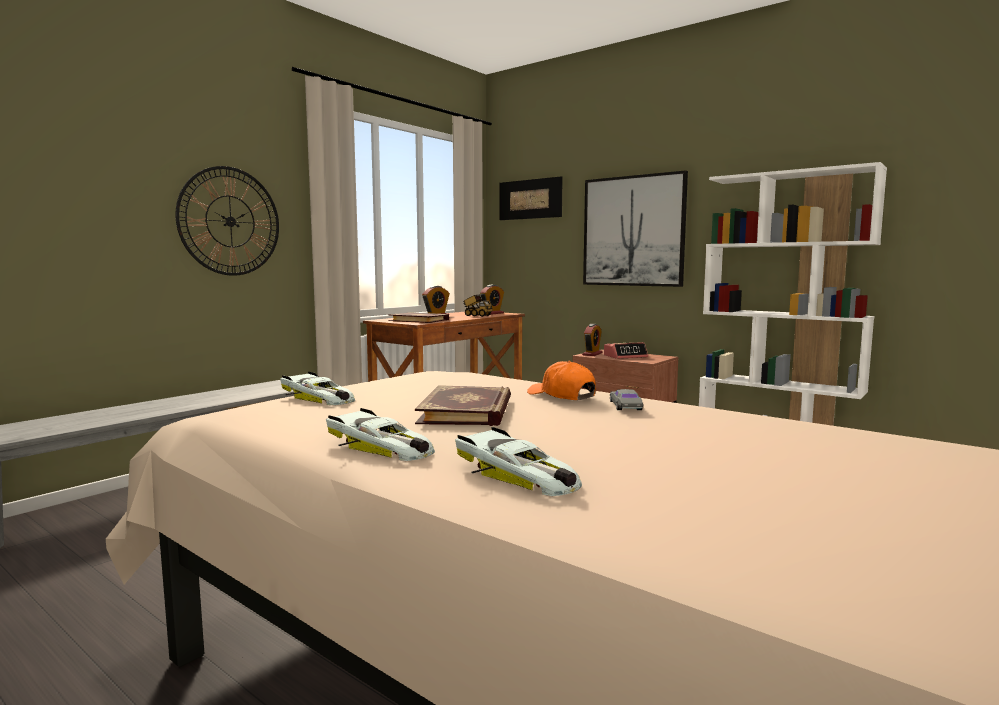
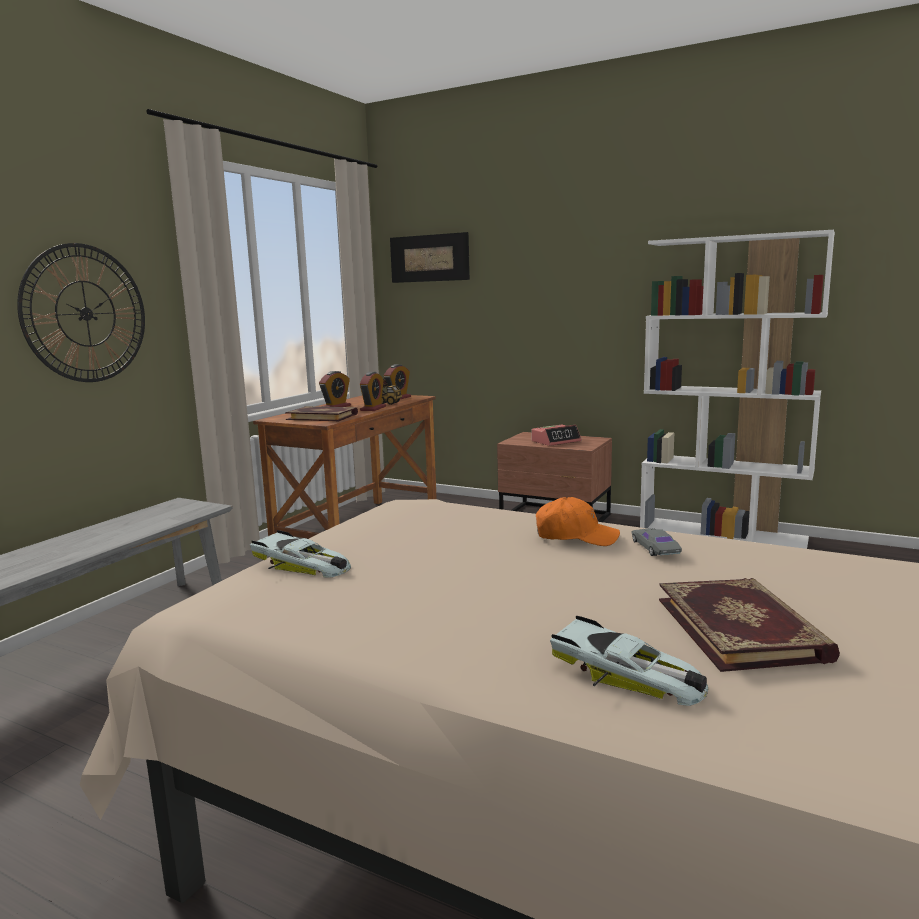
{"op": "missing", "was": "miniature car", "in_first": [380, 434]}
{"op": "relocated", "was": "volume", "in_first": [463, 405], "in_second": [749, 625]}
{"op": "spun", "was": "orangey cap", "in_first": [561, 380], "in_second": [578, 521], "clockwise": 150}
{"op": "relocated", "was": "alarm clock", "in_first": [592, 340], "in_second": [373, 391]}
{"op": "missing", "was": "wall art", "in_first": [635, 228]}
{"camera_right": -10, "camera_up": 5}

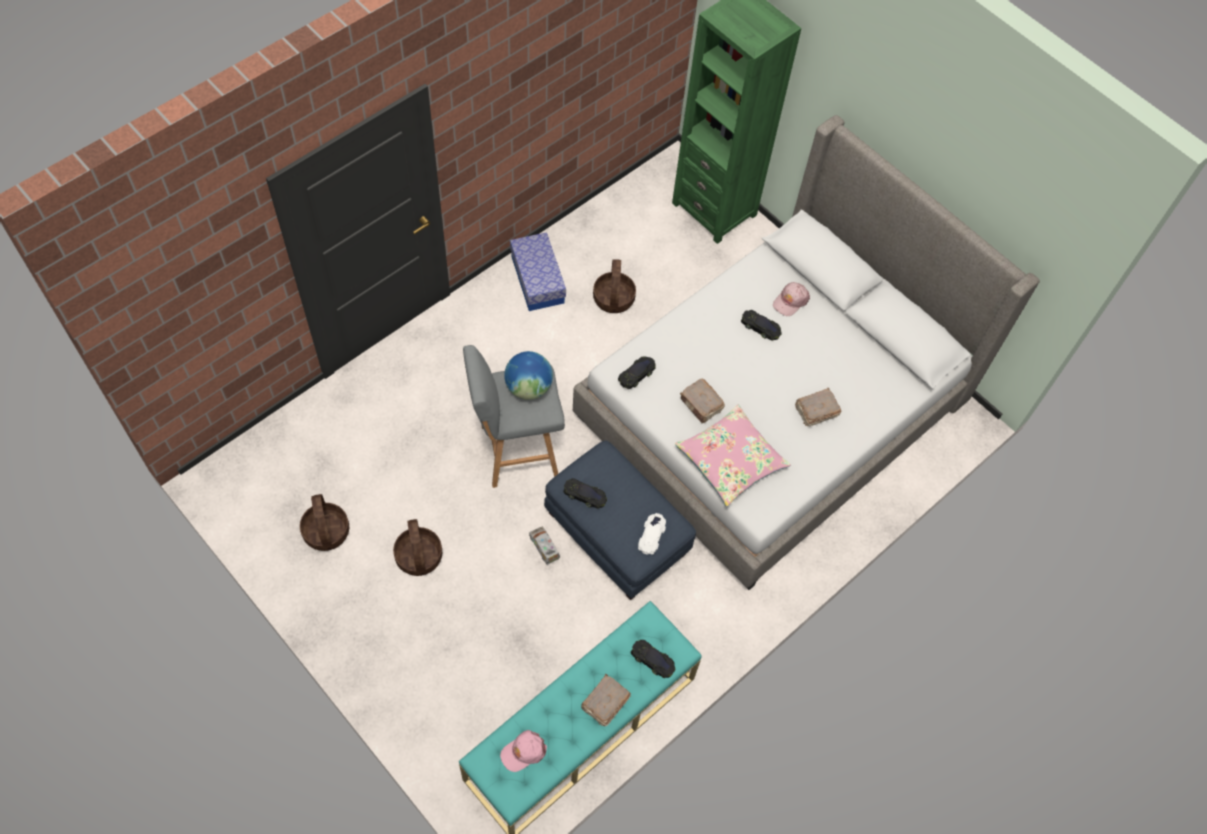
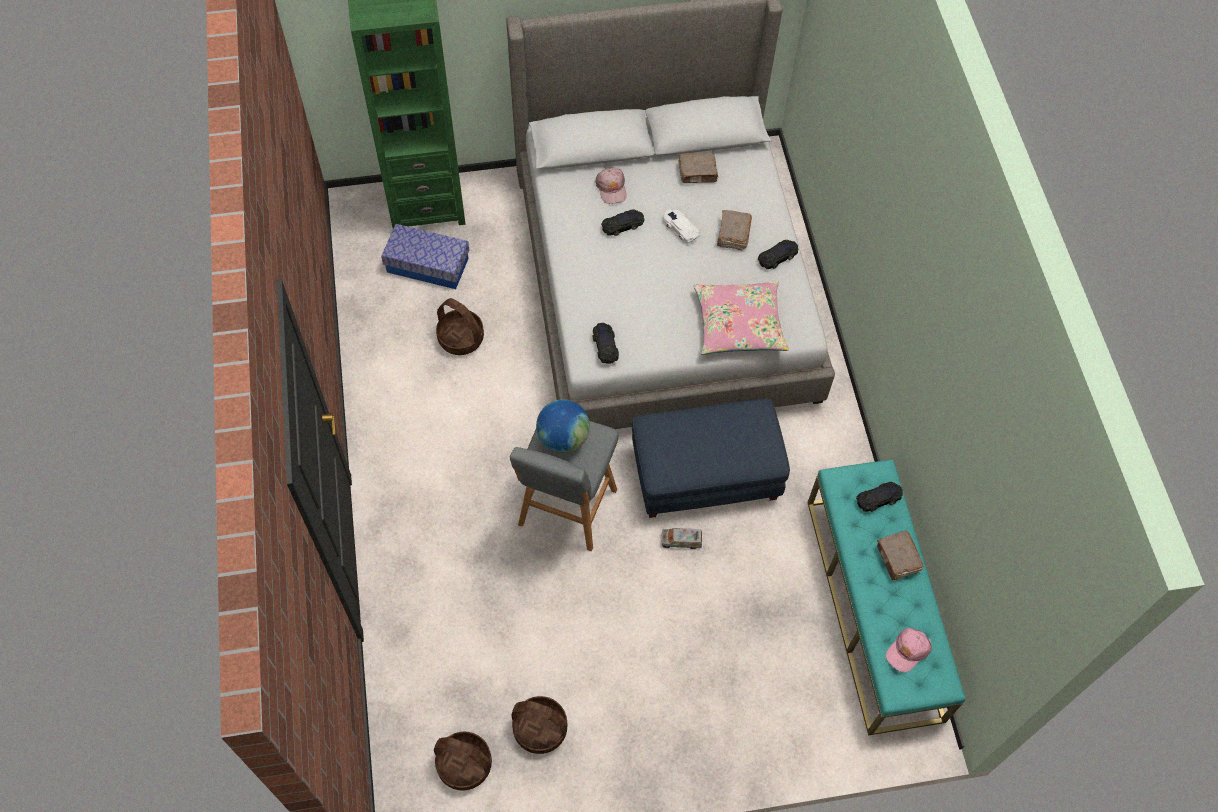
{"op": "relocated", "was": "basket", "in_first": [417, 547], "in_second": [463, 761]}
{"op": "spun", "was": "pink-coloured cap", "in_first": [523, 751], "in_second": [909, 650], "clockwise": 45}
{"op": "relocated", "was": "storage bin", "in_first": [538, 271], "in_second": [425, 256]}
{"op": "relocated", "was": "black miniature car", "in_first": [585, 493], "in_second": [778, 254]}
{"op": "relocated", "was": "white miniature car", "in_first": [652, 534], "in_second": [681, 226]}
{"op": "relocated", "was": "brownish volume", "in_first": [702, 400], "in_second": [698, 168]}
{"camera_right": -55, "camera_up": 0}

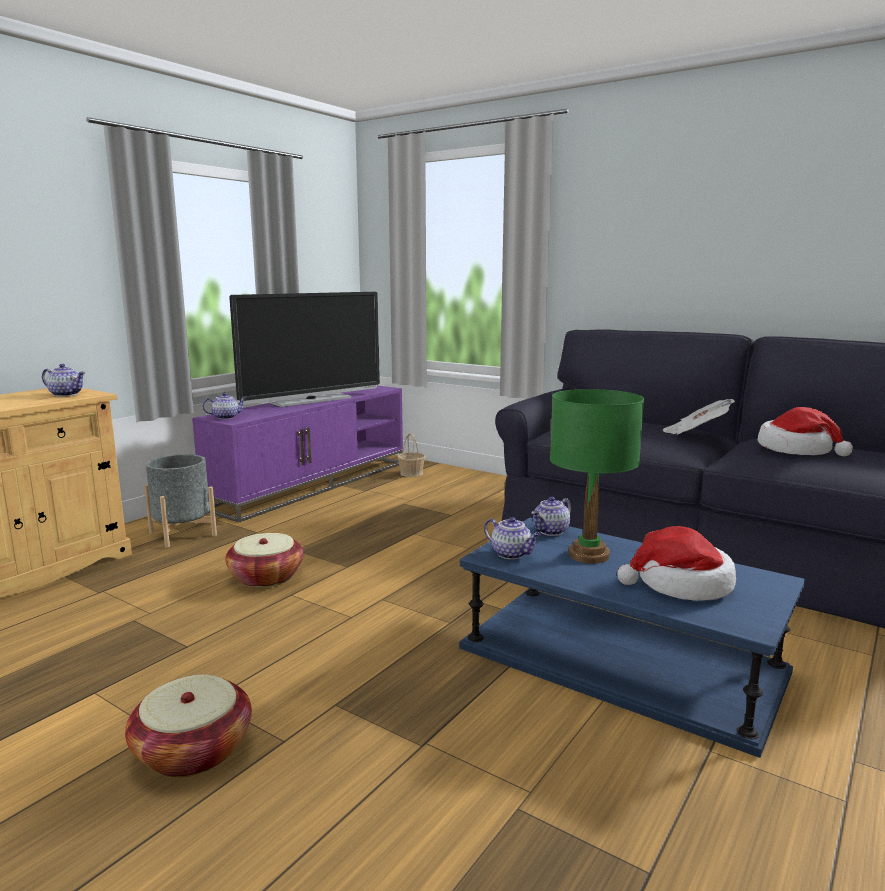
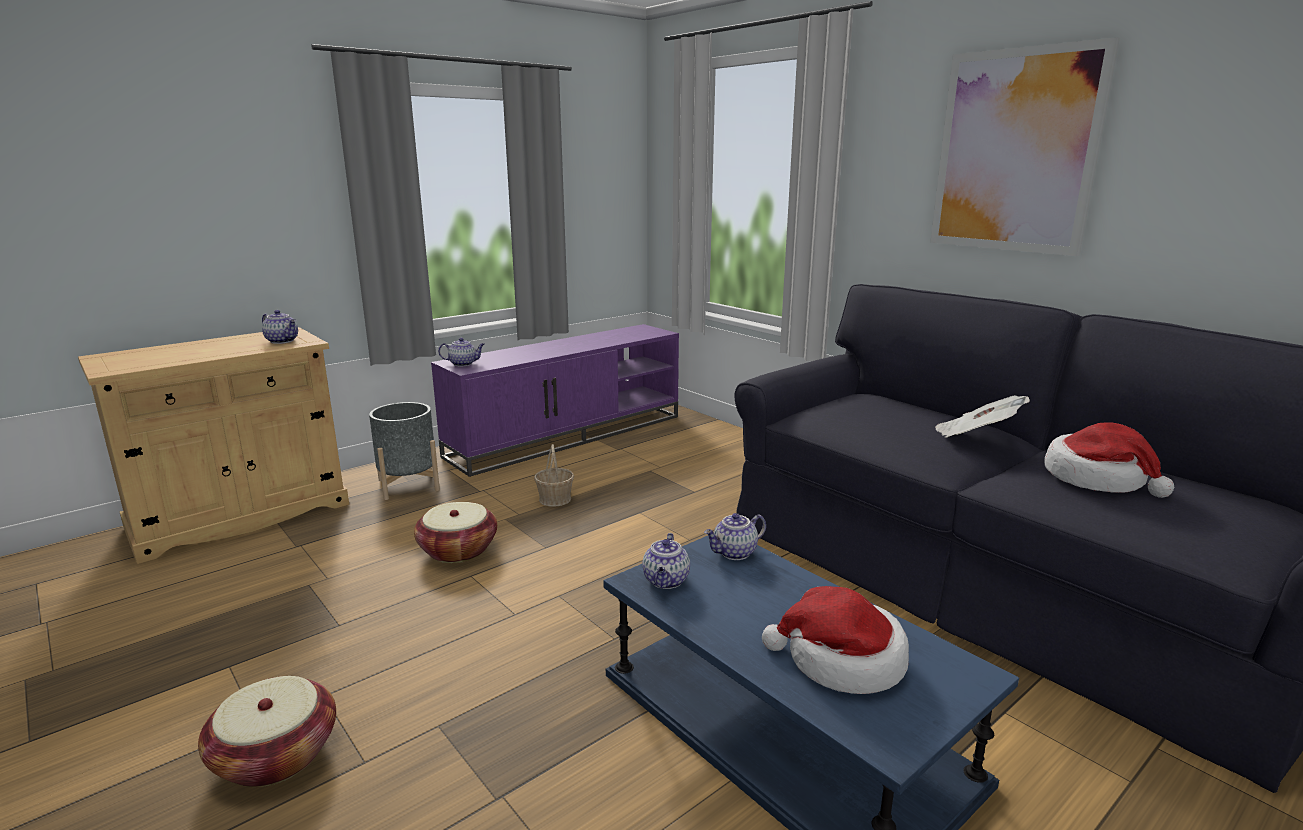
{"op": "missing", "was": "TV", "in_first": [304, 349]}
{"op": "relocated", "was": "basket", "in_first": [411, 455], "in_second": [554, 475]}
{"op": "spun", "was": "teapot", "in_first": [512, 538], "in_second": [666, 561], "clockwise": 45}
{"op": "missing", "was": "greenish lamp for a table", "in_first": [597, 476]}
{"op": "appeared", "now": "wall art", "in_second": [1025, 146]}
{"camera_right": 15, "camera_up": 5}

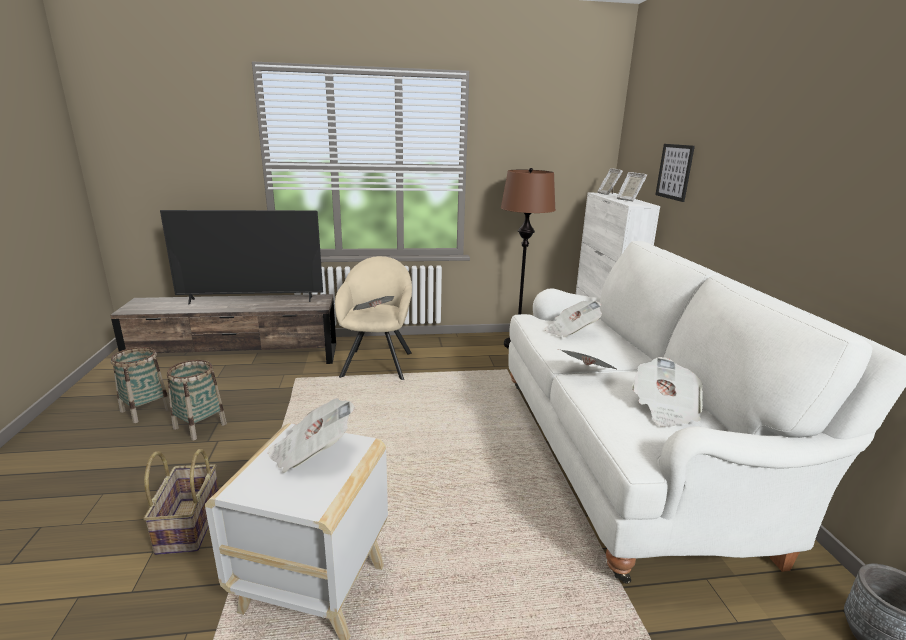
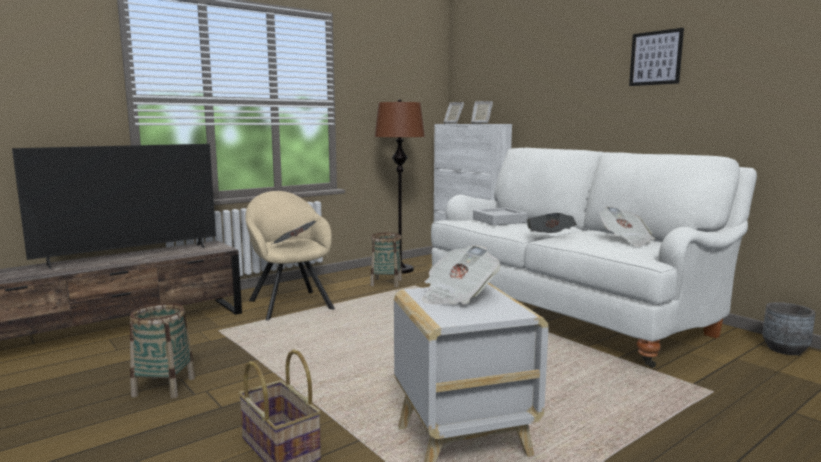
{"op": "relocated", "was": "basket", "in_first": [141, 385], "in_second": [386, 260]}
{"op": "exchanged", "was": "daily paper", "now": "greyish tray", "in_first": [573, 319], "in_second": [500, 216]}
{"op": "relocated", "was": "wall art", "in_first": [675, 173], "in_second": [656, 57]}
{"camera_right": -30, "camera_up": -10}

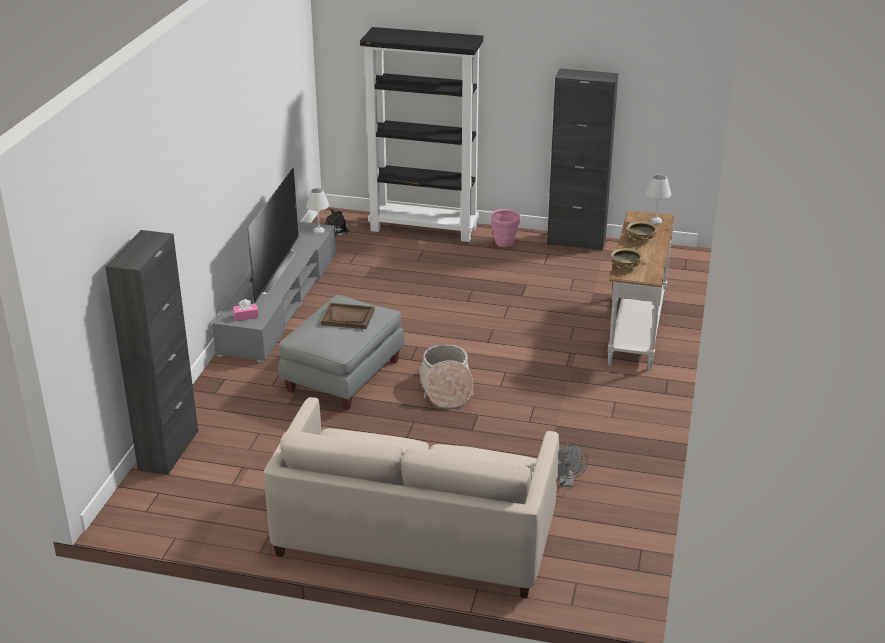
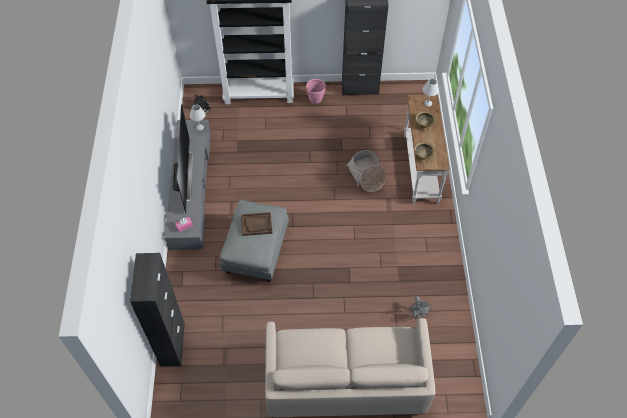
{"op": "relocated", "was": "basket", "in_first": [445, 376], "in_second": [366, 171]}
{"camera_right": -15, "camera_up": 25}

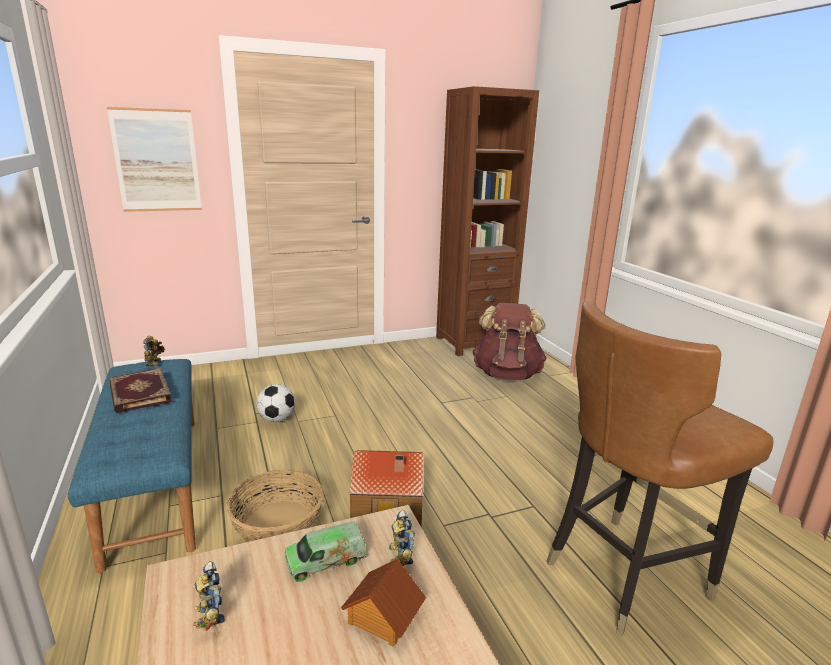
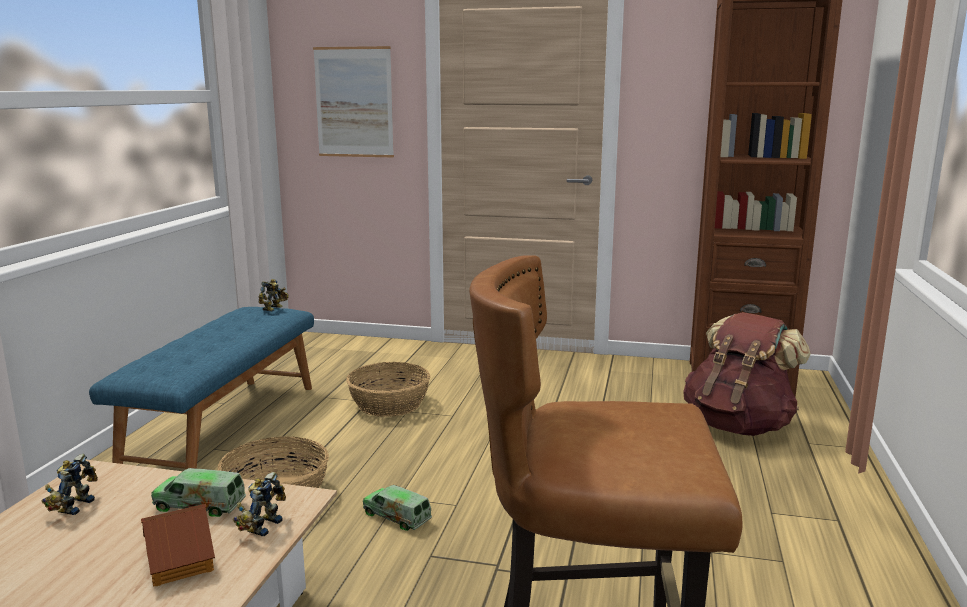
{"op": "missing", "was": "volume", "in_first": [140, 390]}
{"op": "exchanged", "was": "football", "now": "basket", "in_first": [275, 403], "in_second": [388, 389]}
{"op": "exchanged", "was": "toy house", "now": "toy lorry", "in_first": [386, 488], "in_second": [397, 508]}
{"camera_right": 35, "camera_up": -5}

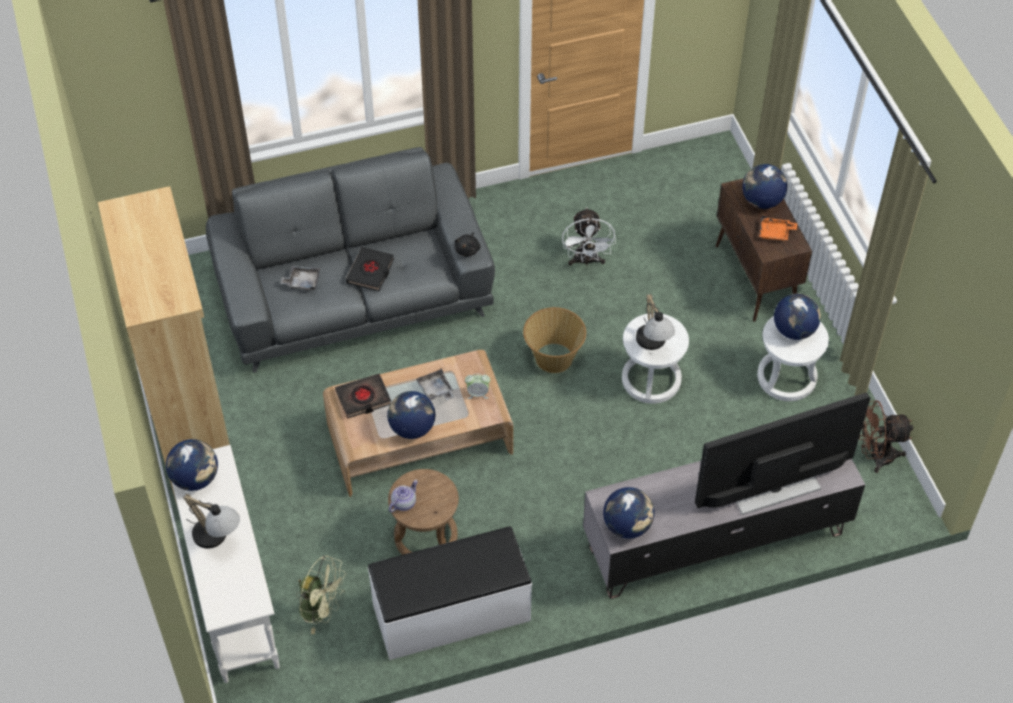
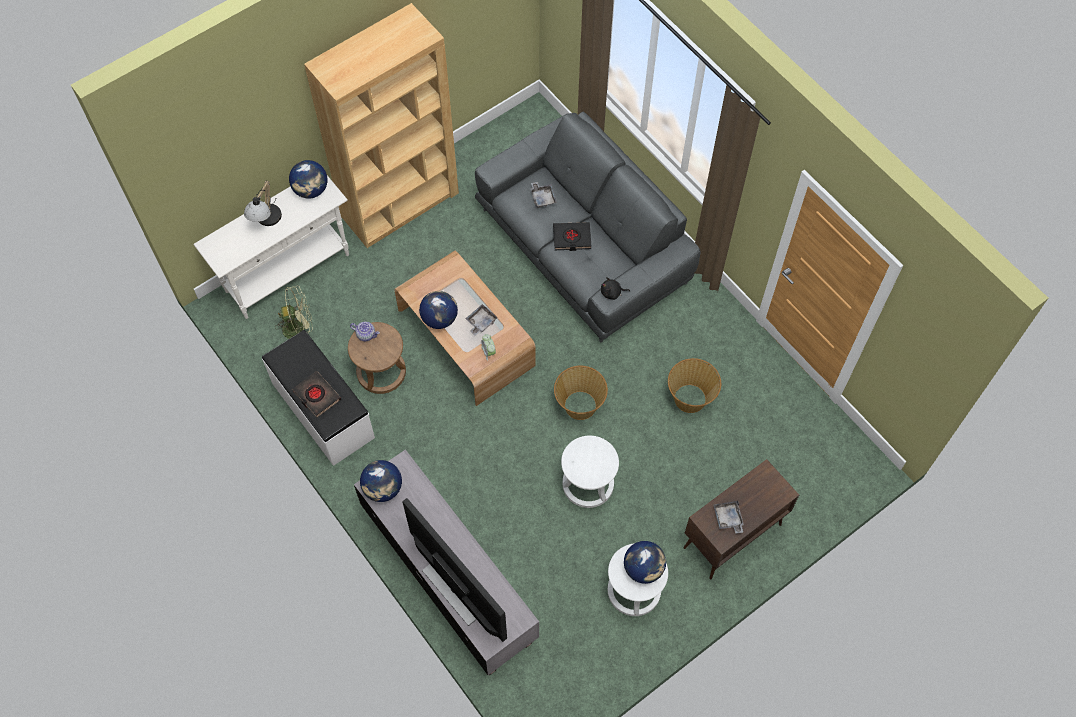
{"op": "spun", "was": "greenish cooling fan", "in_first": [321, 594], "in_second": [293, 312], "clockwise": -105}
{"op": "relocated", "was": "black volume", "in_first": [363, 396], "in_second": [316, 394]}
{"op": "exchanged", "was": "white cooling fan", "now": "basket", "in_first": [589, 237], "in_second": [694, 385]}
{"op": "missing", "was": "lamp for a table", "in_first": [655, 322]}
{"op": "missing", "was": "desk globe", "in_first": [764, 186]}
{"op": "colour", "was": "orangey tray", "now": "greyish tray", "in_first": [778, 228], "in_second": [729, 517]}
{"op": "missing", "was": "brownish cooling fan", "in_first": [886, 436]}
{"camera_right": 70, "camera_up": 10}

